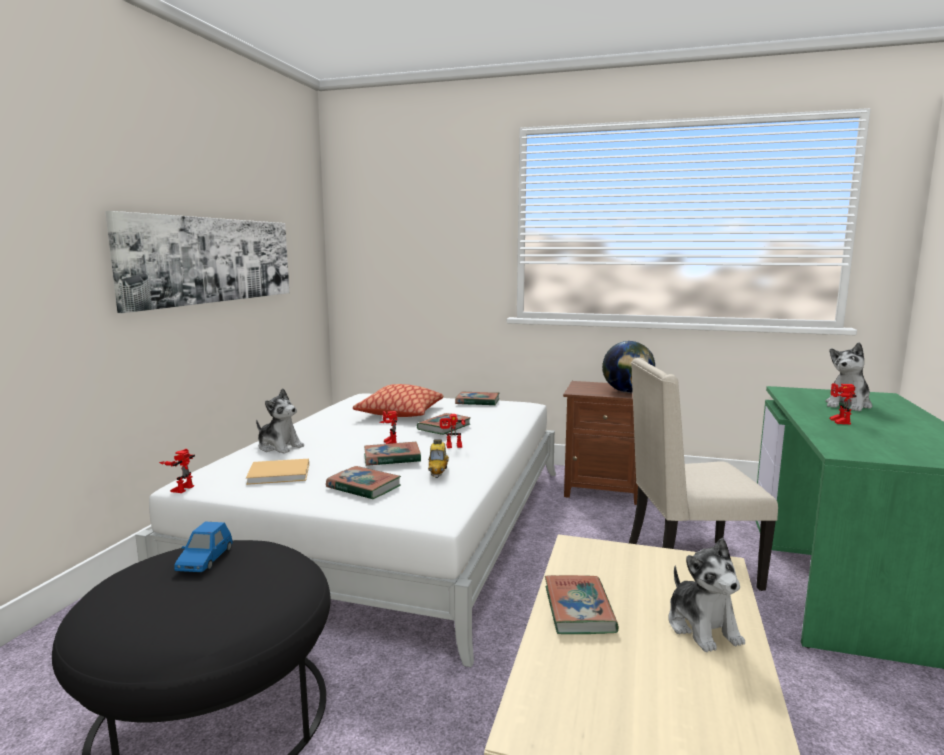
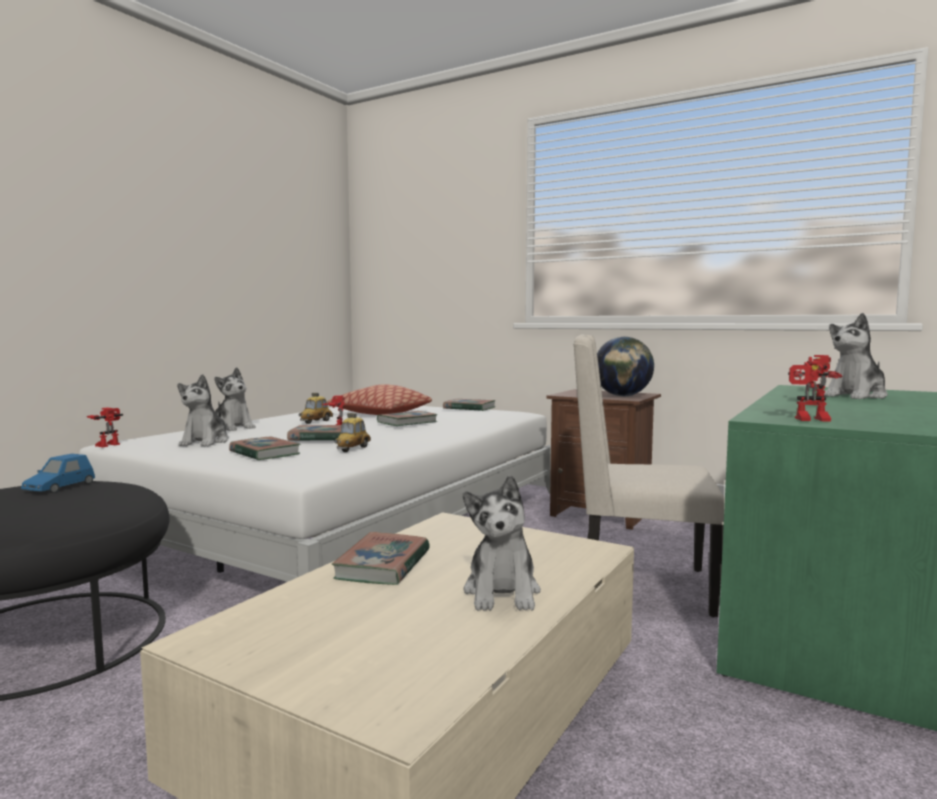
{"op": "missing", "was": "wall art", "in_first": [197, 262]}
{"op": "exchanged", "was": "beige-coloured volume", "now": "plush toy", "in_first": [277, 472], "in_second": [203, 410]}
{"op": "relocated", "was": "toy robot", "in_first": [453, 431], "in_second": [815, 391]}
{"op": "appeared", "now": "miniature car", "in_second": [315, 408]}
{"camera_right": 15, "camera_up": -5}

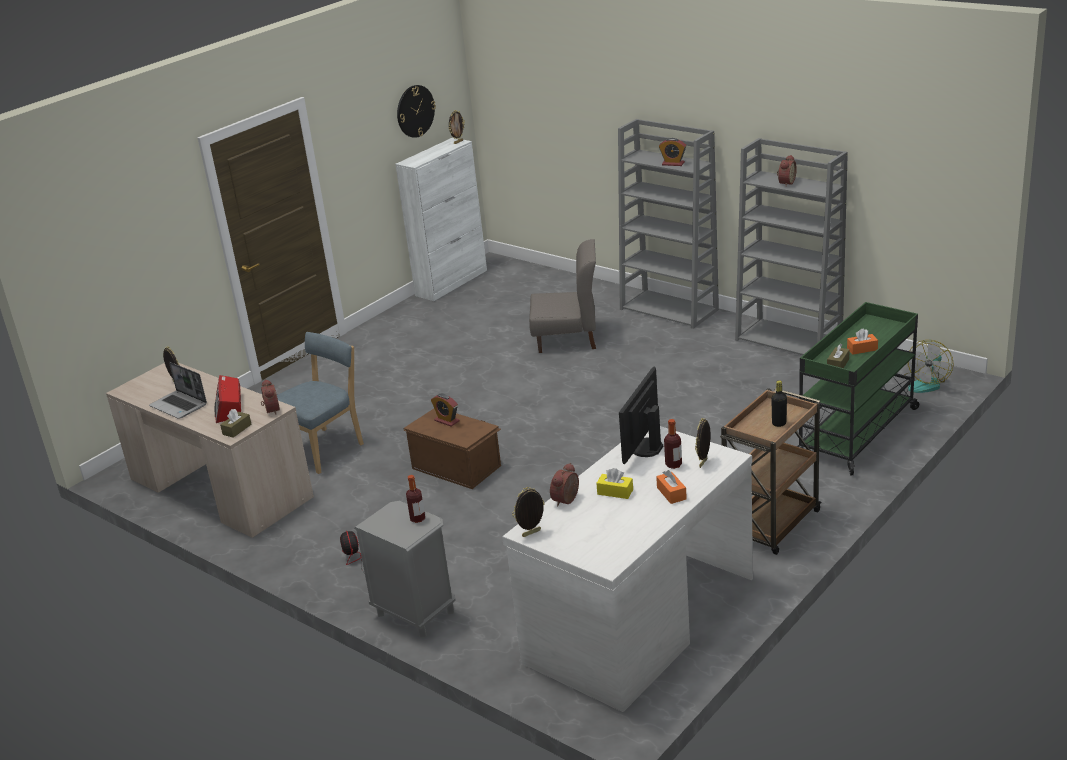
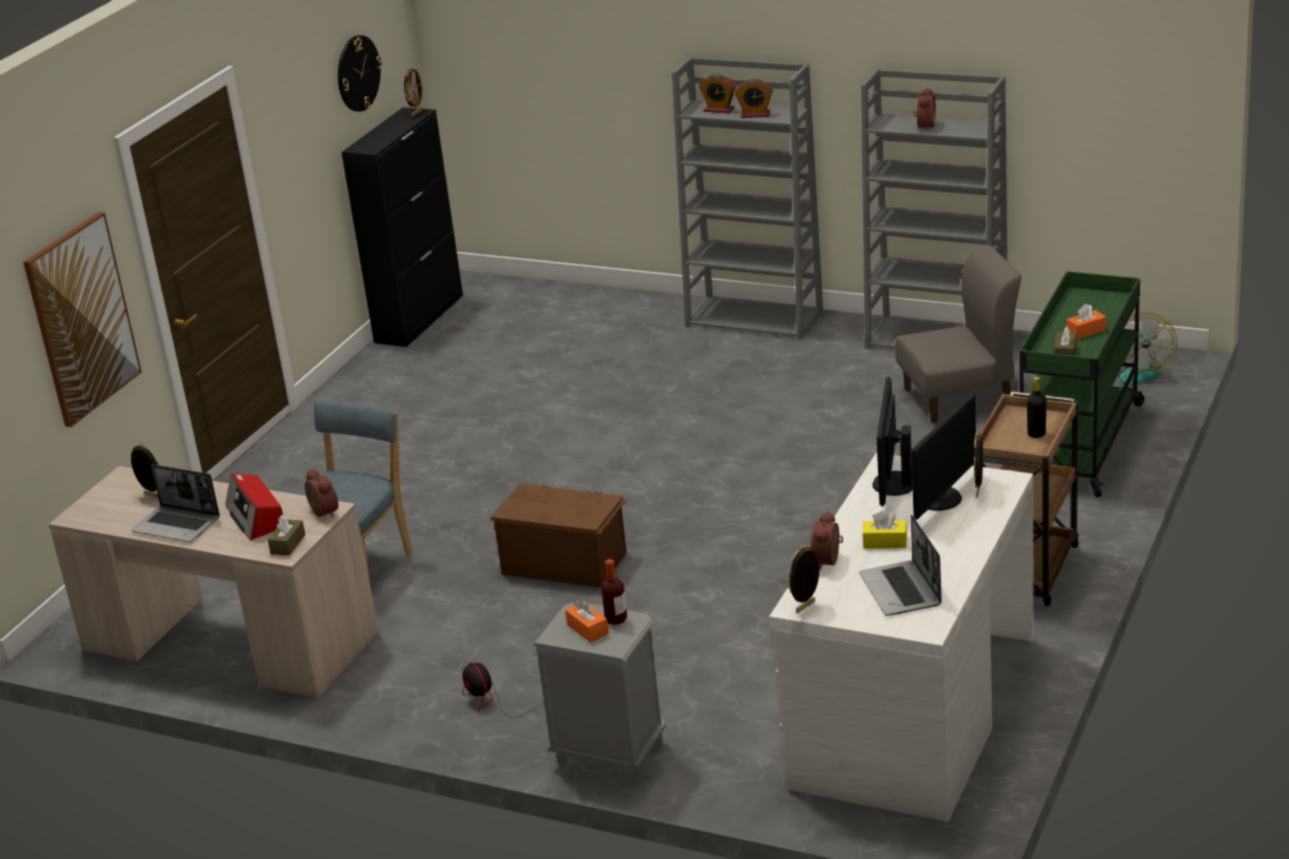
{"op": "colour", "was": "white storage cabinet", "now": "black storage cabinet", "in_first": [441, 219], "in_second": [402, 227]}
{"op": "relocated", "was": "alarm clock", "in_first": [445, 410], "in_second": [717, 93]}
{"op": "relocated", "was": "greyish chair", "in_first": [562, 296], "in_second": [958, 333]}
{"op": "relocated", "was": "orangey box of tissues", "in_first": [671, 487], "in_second": [587, 621]}
{"op": "exchanged", "was": "beverage bottle", "now": "computer display", "in_first": [673, 444], "in_second": [943, 457]}
{"op": "appeared", "now": "wall art", "in_second": [82, 319]}
{"op": "appeared", "now": "portable computer", "in_second": [900, 565]}
{"camera_right": -15, "camera_up": 0}

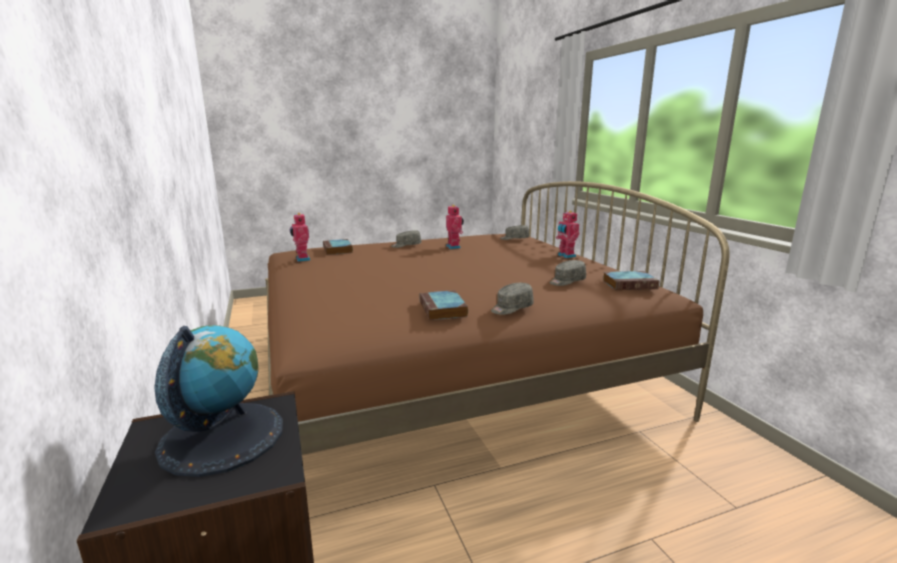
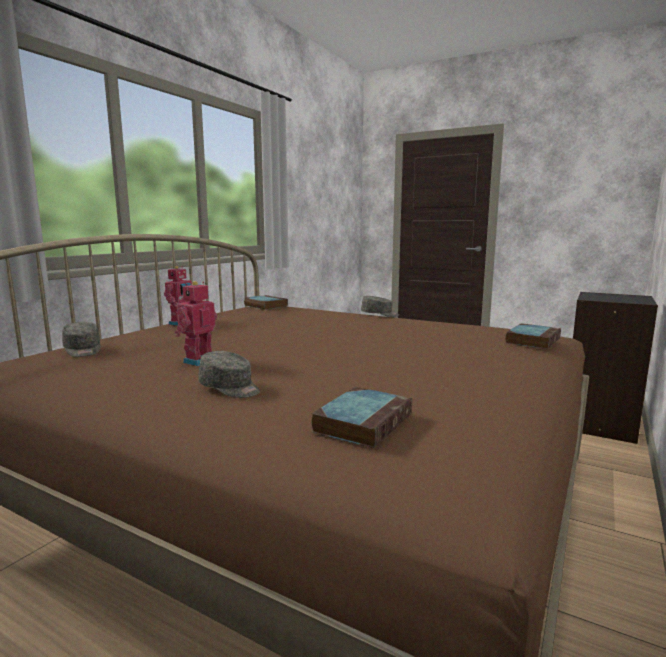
{"op": "missing", "was": "desk globe", "in_first": [218, 401]}
{"op": "missing", "was": "toy robot", "in_first": [299, 237]}
{"op": "relocated", "was": "volume", "in_first": [443, 305], "in_second": [533, 336]}
{"op": "missing", "was": "greyish cap", "in_first": [568, 273]}
{"camera_right": -130, "camera_up": -5}

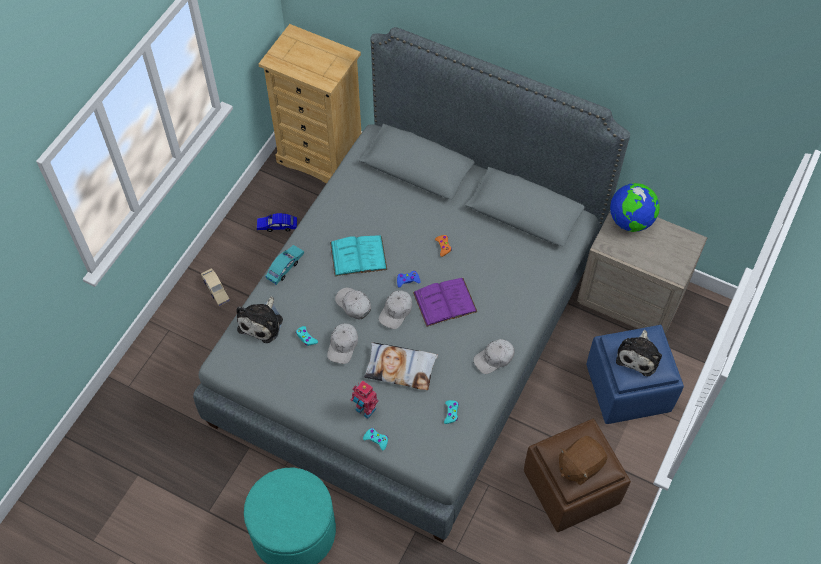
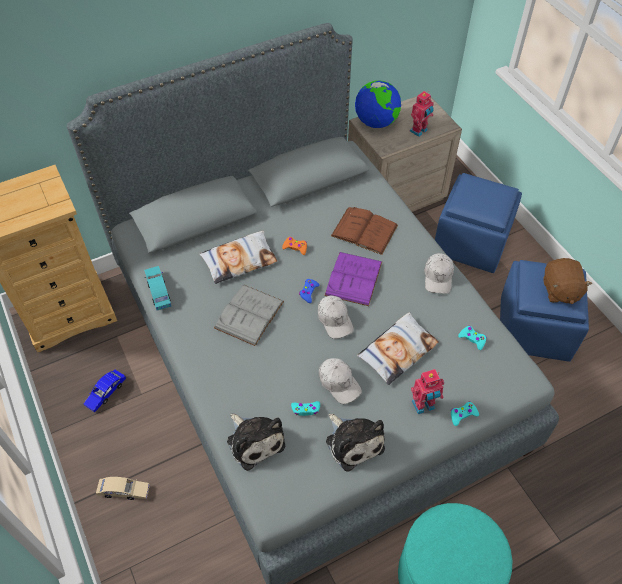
{"op": "relocated", "was": "blue-green miniature car", "in_first": [285, 265], "in_second": [157, 288]}
{"op": "colour", "was": "blue-green volume", "now": "greyish volume", "in_first": [358, 255], "in_second": [249, 315]}
{"op": "missing", "was": "white cap", "in_first": [353, 303]}
{"op": "colour", "was": "brownish footrest", "now": "blue footrest", "in_first": [577, 475], "in_second": [544, 311]}
{"op": "relocated", "was": "plush toy", "in_first": [639, 353], "in_second": [355, 443]}
{"op": "appeared", "now": "throw pillow", "in_second": [238, 257]}
{"op": "appeared", "now": "brownish volume", "in_second": [364, 231]}
{"op": "appeared", "now": "toy robot", "in_second": [422, 114]}
{"camera_right": -55, "camera_up": -5}

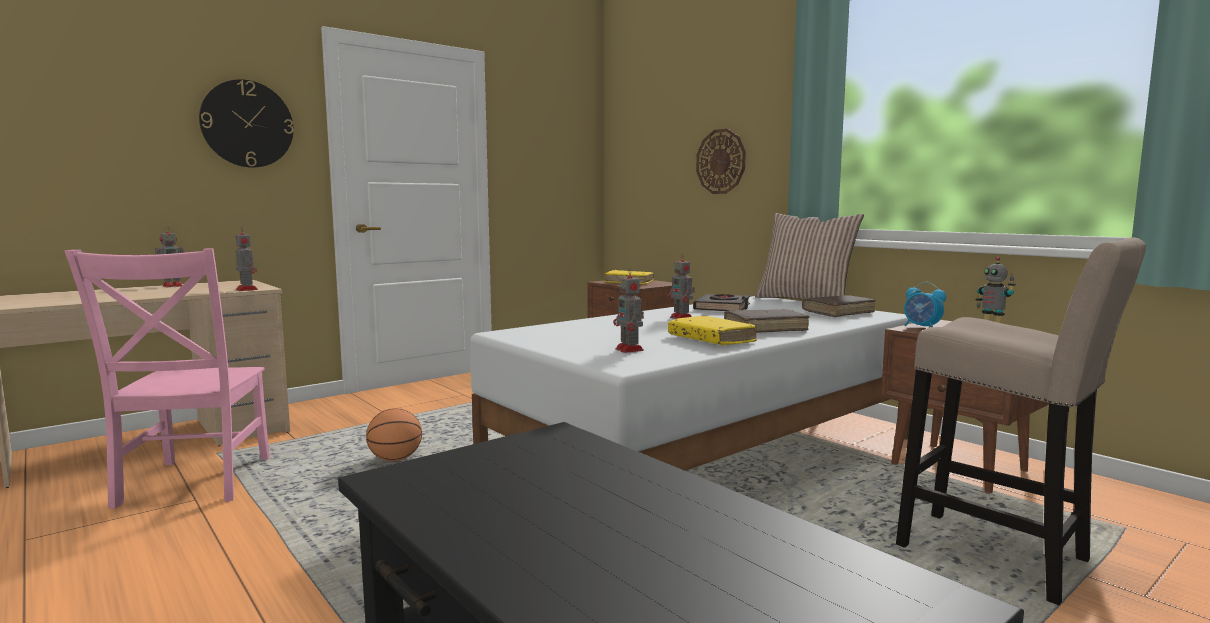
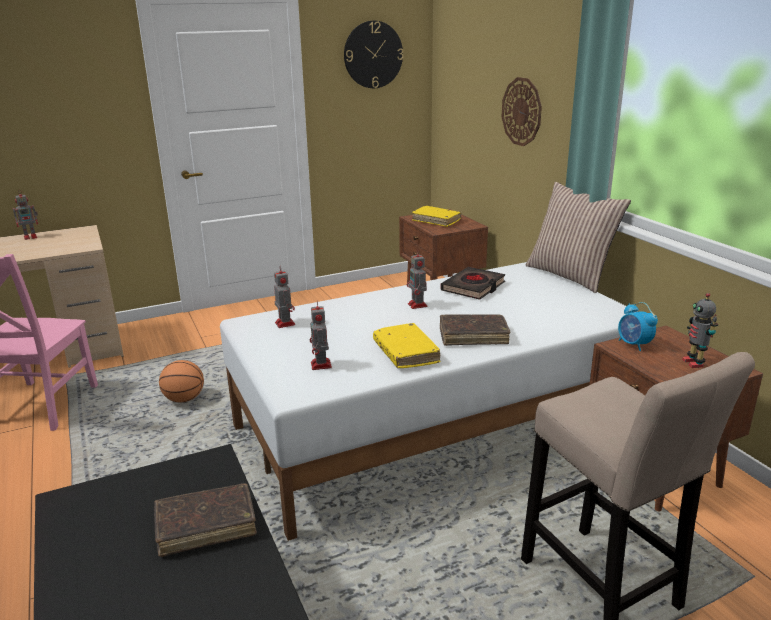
{"op": "relocated", "was": "clock on the wall", "in_first": [246, 123], "in_second": [373, 54]}
{"op": "relocated", "was": "toy robot", "in_first": [247, 259], "in_second": [284, 297]}
{"op": "relocated", "was": "brownish volume", "in_first": [839, 306], "in_second": [205, 520]}
{"camera_right": 15, "camera_up": 15}

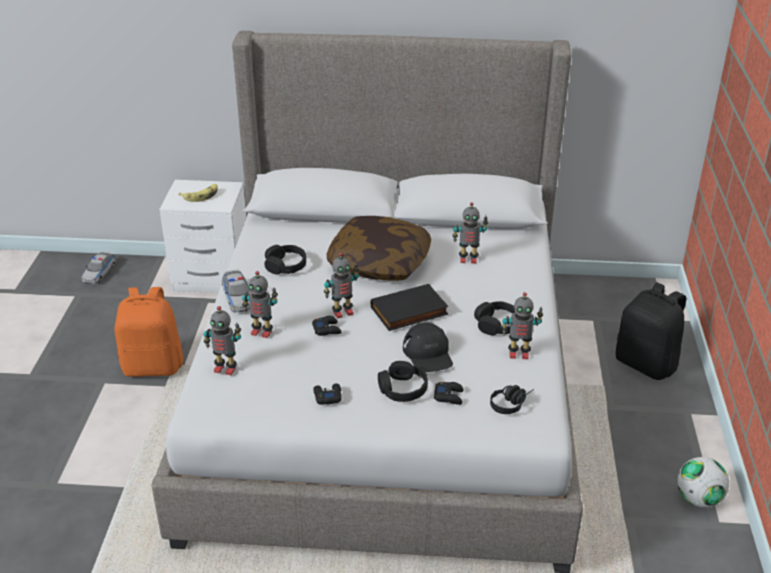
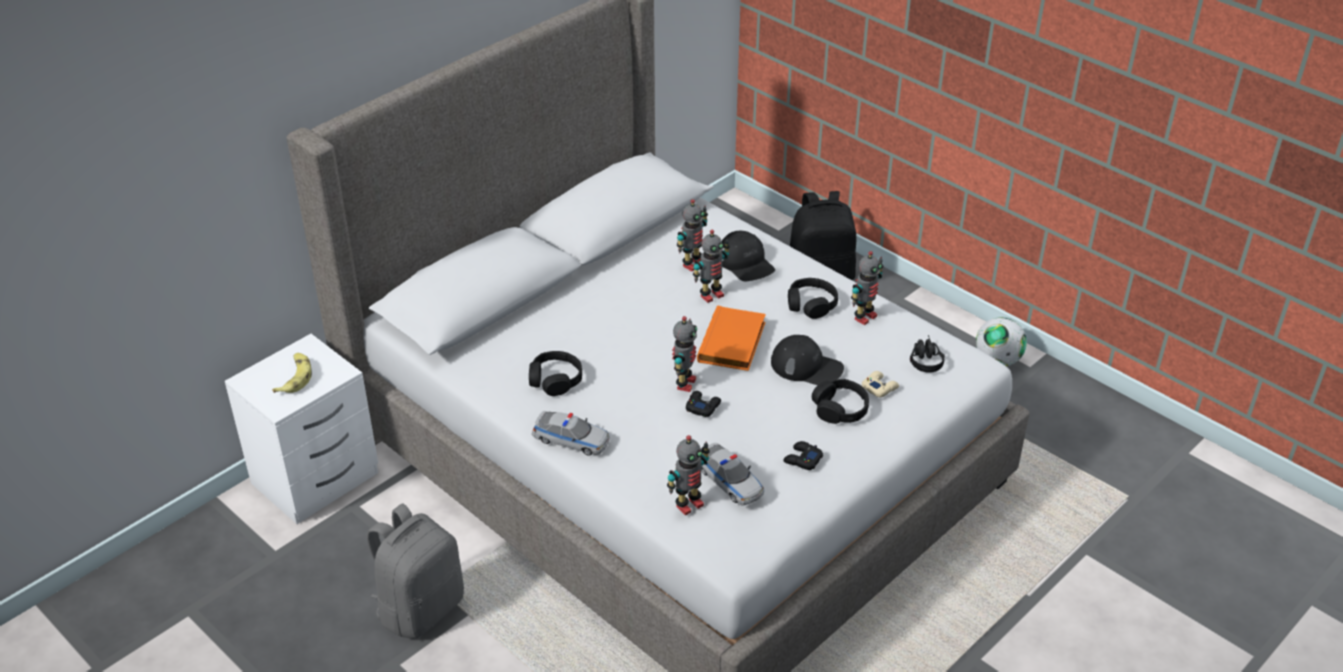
{"op": "relocated", "was": "miniature car", "in_first": [98, 268], "in_second": [732, 474]}
{"op": "colour", "was": "orangey knapsack", "now": "greyish knapsack", "in_first": [148, 332], "in_second": [415, 571]}
{"op": "relocated", "was": "toy robot", "in_first": [260, 304], "in_second": [711, 266]}
{"op": "missing", "was": "throw pillow", "in_first": [379, 248]}
{"op": "colour", "was": "black volume", "now": "orangey volume", "in_first": [410, 307], "in_second": [731, 338]}
{"op": "colour", "was": "black gamepad", "now": "beige-coloured gamepad", "in_first": [449, 393], "in_second": [880, 384]}
{"op": "appeared", "now": "black cap", "in_second": [748, 256]}
{"camera_right": -50, "camera_up": 5}

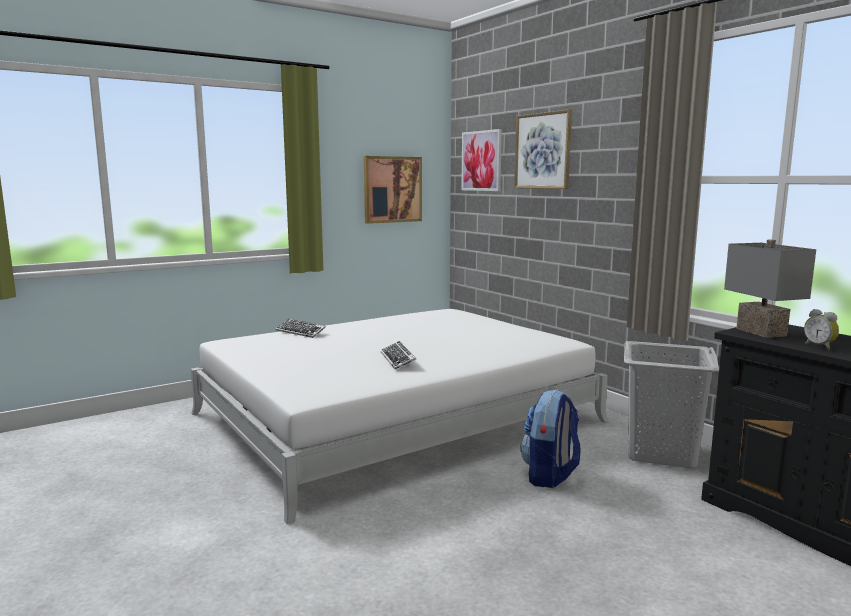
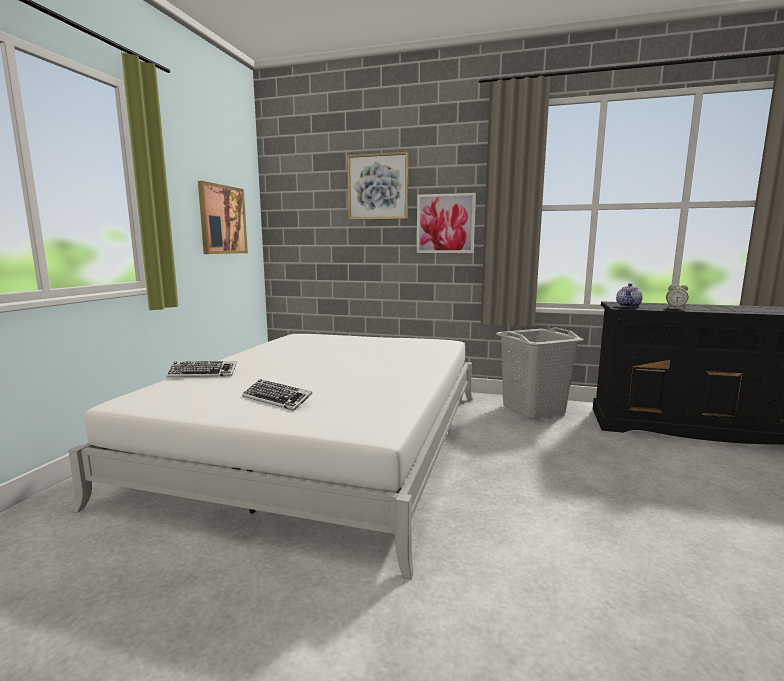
{"op": "relocated", "was": "computer keyboard", "in_first": [398, 355], "in_second": [277, 395]}
{"op": "relocated", "was": "wall art", "in_first": [481, 160], "in_second": [446, 223]}
{"op": "missing", "was": "knapsack", "in_first": [550, 439]}
{"op": "exchanged", "was": "greyish lamp for a table", "now": "teapot", "in_first": [770, 288], "in_second": [629, 295]}
{"camera_right": -40, "camera_up": 0}

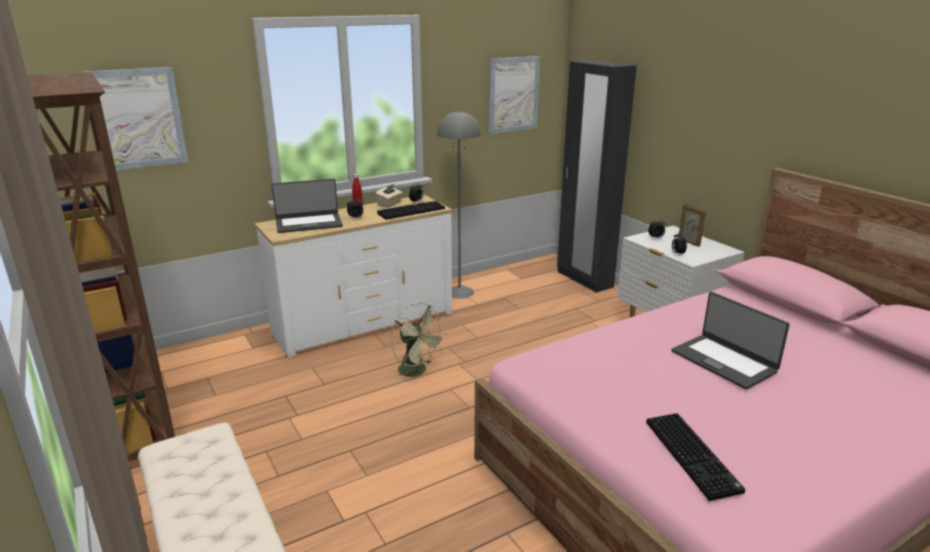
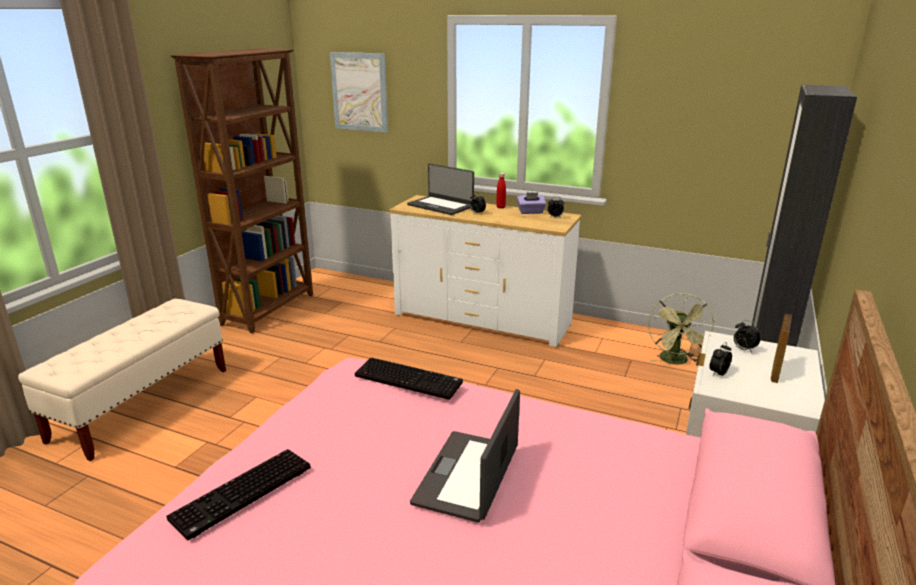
{"op": "colour", "was": "beige-coloured box of tissues", "now": "purple box of tissues", "in_first": [389, 195], "in_second": [531, 203]}
{"op": "relocated", "was": "computer keyboard", "in_first": [411, 210], "in_second": [409, 379]}
{"op": "relocated", "was": "greenish cooling fan", "in_first": [419, 342], "in_second": [681, 329]}
{"op": "missing", "was": "greyish floor lamp", "in_first": [459, 205]}
{"op": "missing", "was": "wall art", "in_first": [514, 95]}
{"camera_right": 55, "camera_up": 0}

